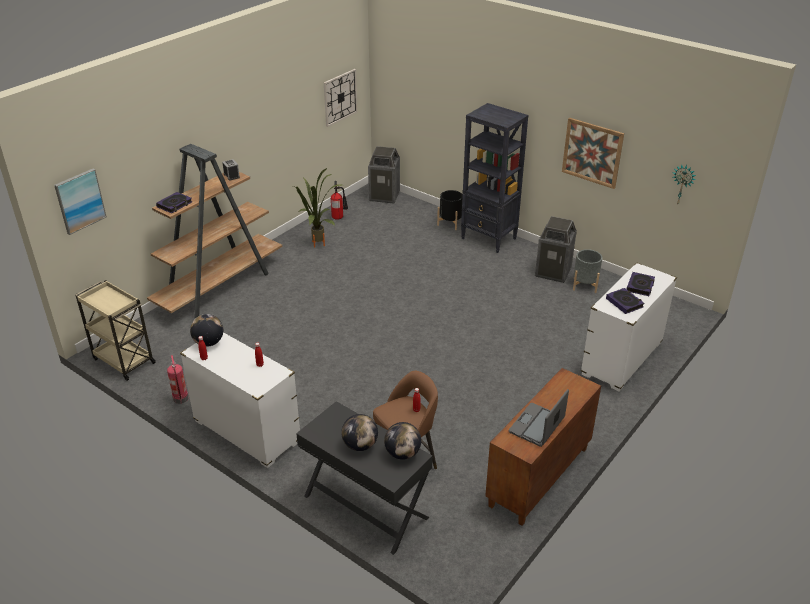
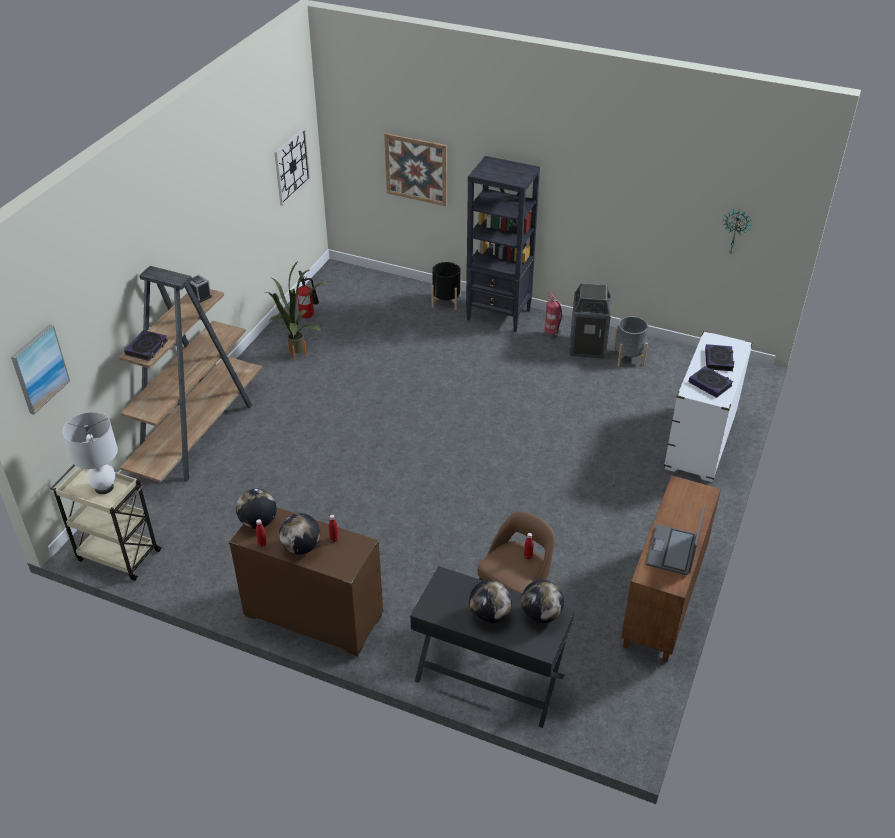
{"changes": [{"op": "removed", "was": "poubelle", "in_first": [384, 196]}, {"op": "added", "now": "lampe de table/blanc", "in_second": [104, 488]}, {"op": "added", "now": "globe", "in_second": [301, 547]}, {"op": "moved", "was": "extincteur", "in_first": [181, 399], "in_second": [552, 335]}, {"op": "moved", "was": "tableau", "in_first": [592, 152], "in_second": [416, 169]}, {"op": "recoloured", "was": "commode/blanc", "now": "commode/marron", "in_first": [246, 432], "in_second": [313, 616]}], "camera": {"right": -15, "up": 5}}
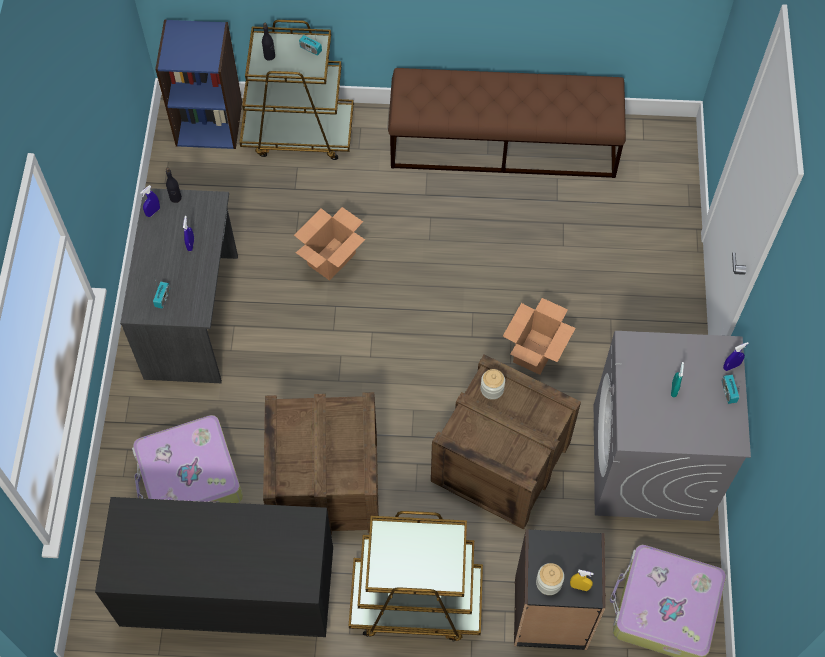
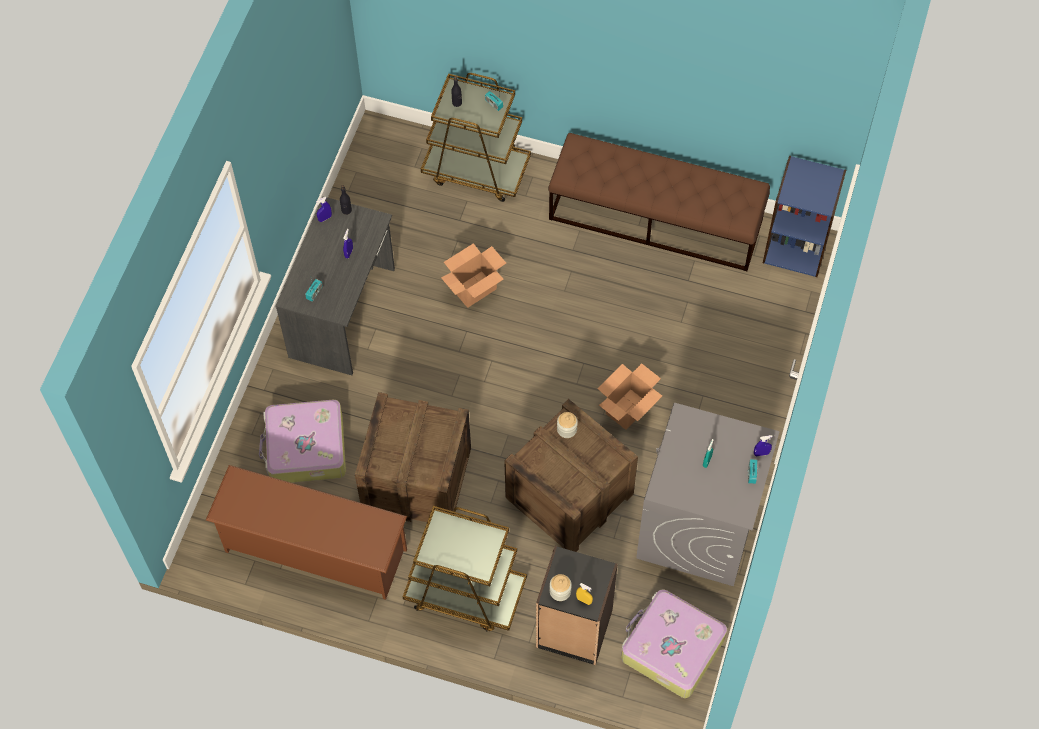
{"changes": [{"op": "moved", "was": "bibliothèque/bleu", "in_first": [209, 123], "in_second": [796, 247]}, {"op": "replaced", "was": "commode/noir", "now": "étagère à chaussures/marron", "in_first": [230, 594], "in_second": [314, 550]}], "camera": {"right": 15, "up": 0}}
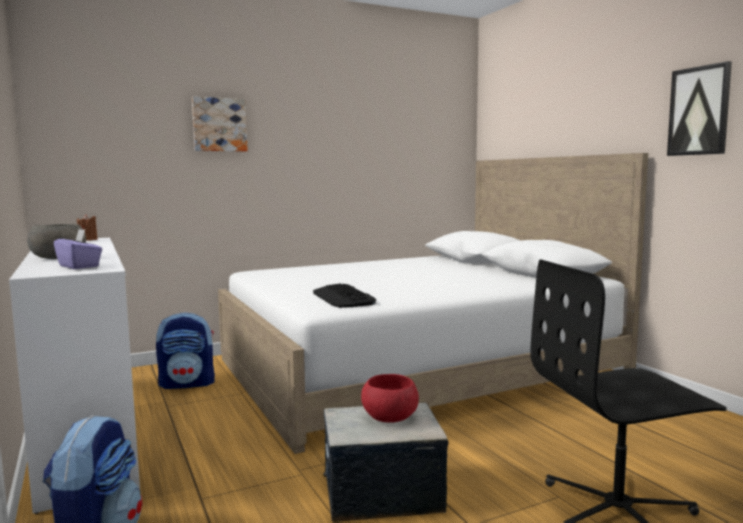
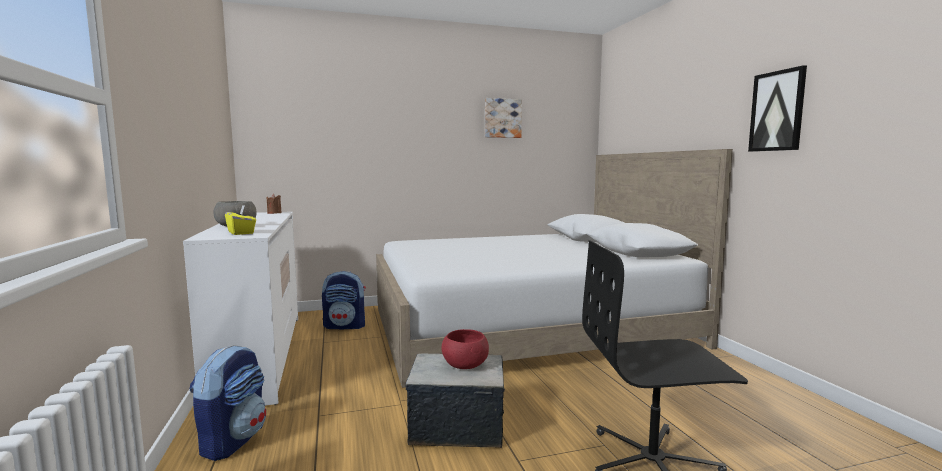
{"changes": [{"op": "removed", "was": "clavier", "in_first": [342, 297]}, {"op": "moved", "was": "tableau", "in_first": [219, 125], "in_second": [502, 118]}, {"op": "recoloured", "was": "boîte à mouchoirs/violet", "now": "boîte à mouchoirs/jaune", "in_first": [79, 266], "in_second": [241, 233]}], "camera": {"right": 10, "up": 0}}
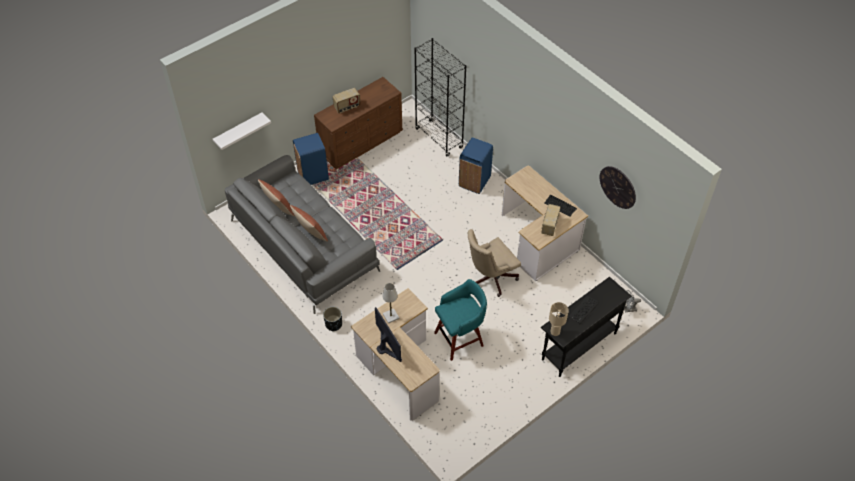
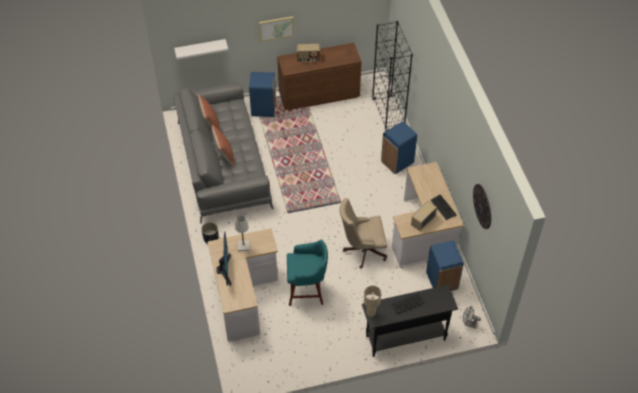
{"changes": [{"op": "added", "now": "tableau", "in_second": [276, 28]}, {"op": "added", "now": "poubelle/bleu", "in_second": [442, 281]}], "camera": {"right": 25, "up": 0}}
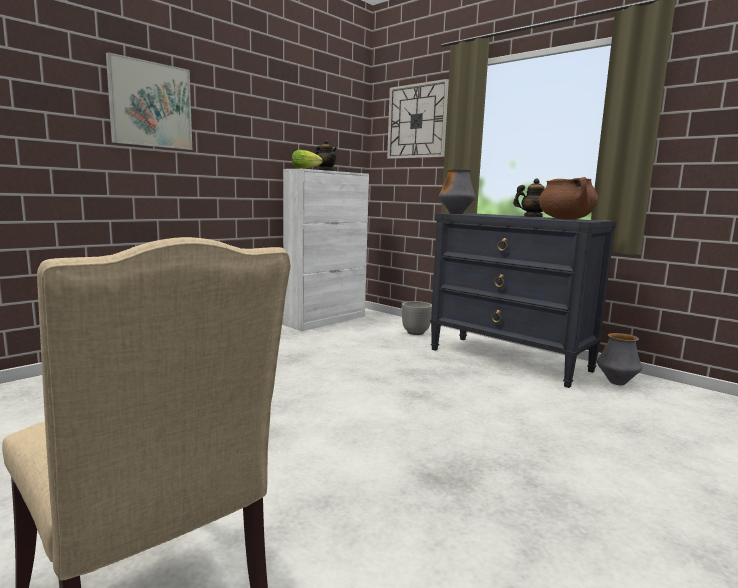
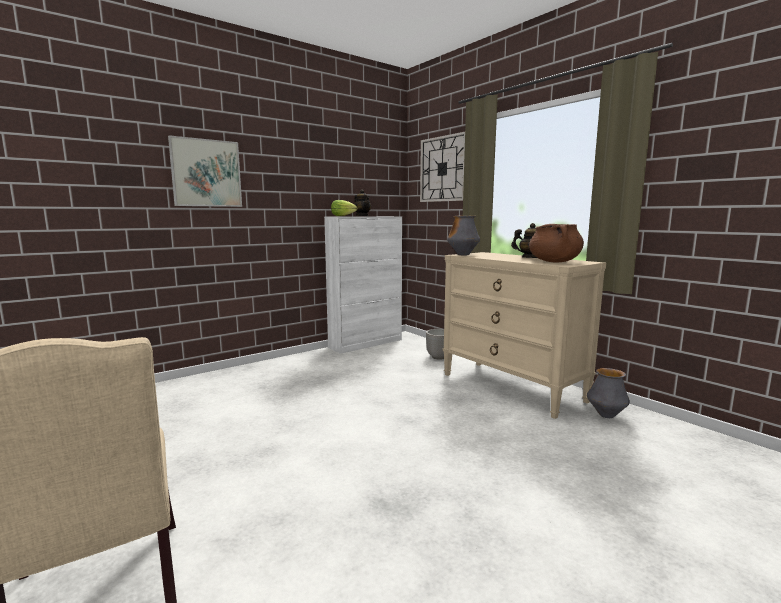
{"changes": [{"op": "recoloured", "was": "commode/noir", "now": "commode/beige", "in_first": [509, 360], "in_second": [512, 387]}], "camera": {"right": 10, "up": 0}}
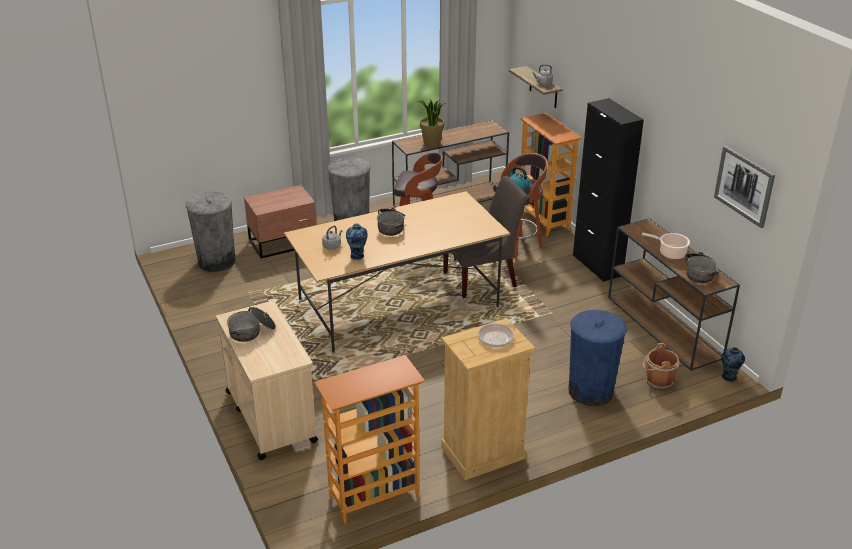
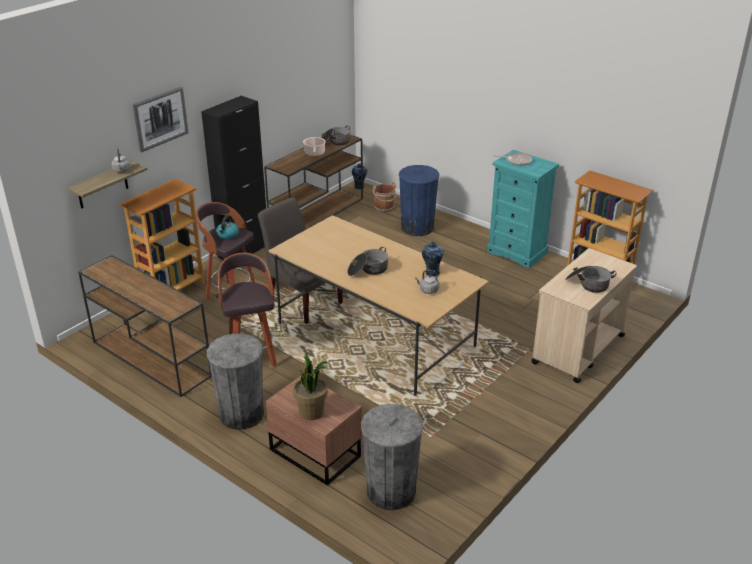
{"changes": [{"op": "moved", "was": "plante en pot", "in_first": [431, 143], "in_second": [312, 412]}, {"op": "moved", "was": "tableau", "in_first": [744, 186], "in_second": [160, 118]}, {"op": "recoloured", "was": "commode/beige", "now": "commode/turquoise", "in_first": [483, 453], "in_second": [517, 252]}], "camera": {"right": -115, "up": 0}}
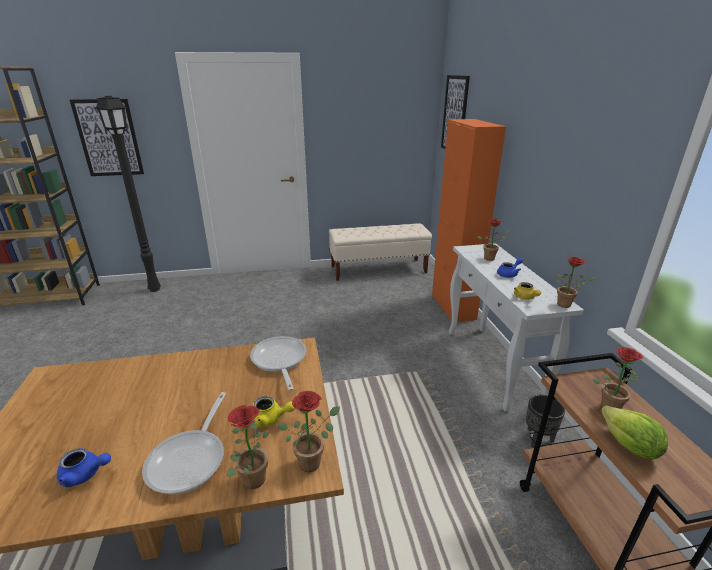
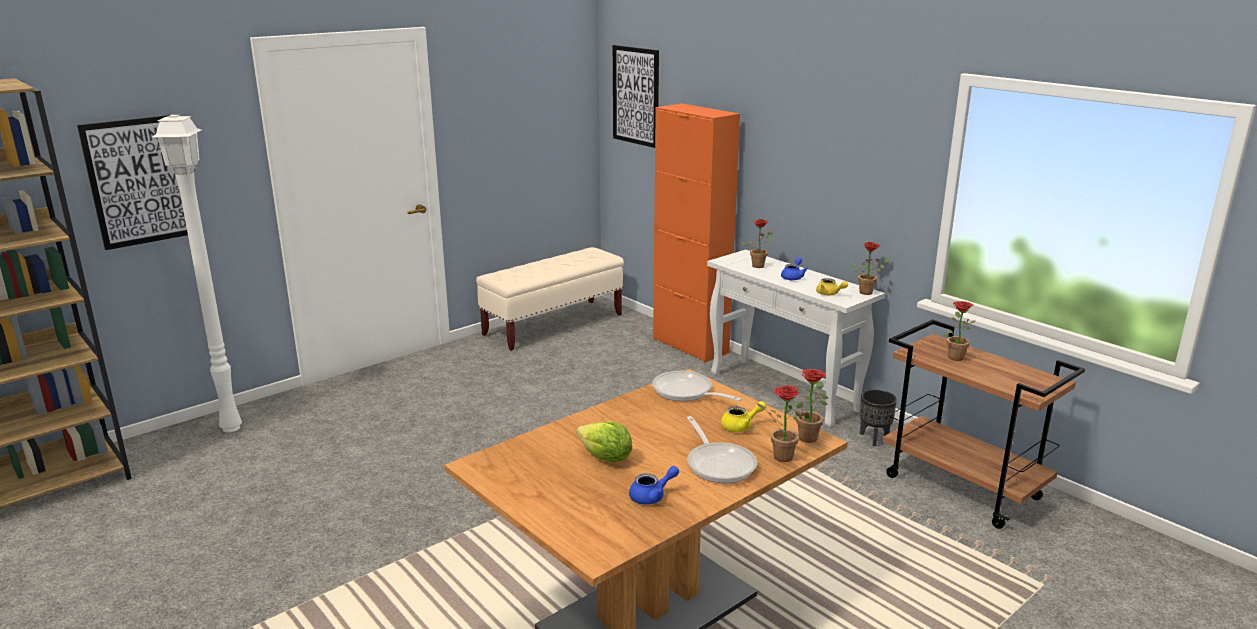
{"changes": [{"op": "moved", "was": "laitue", "in_first": [629, 446], "in_second": [605, 458]}, {"op": "recoloured", "was": "lampadaire/noir", "now": "lampadaire/blanc", "in_first": [153, 289], "in_second": [229, 429]}], "camera": {"right": -30, "up": -5}}
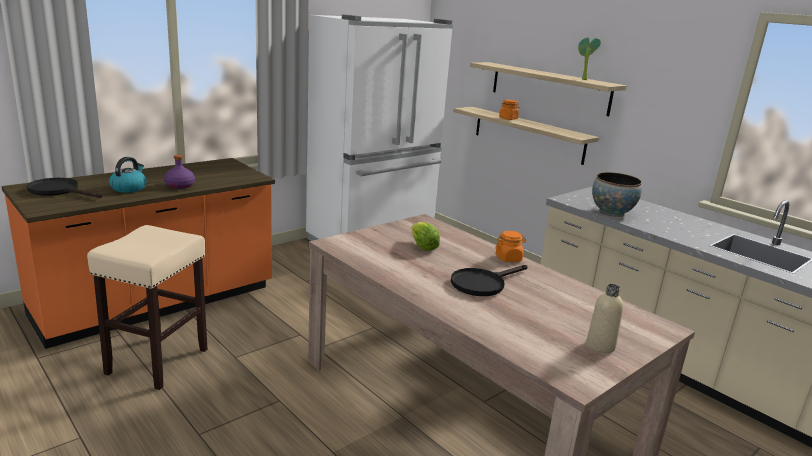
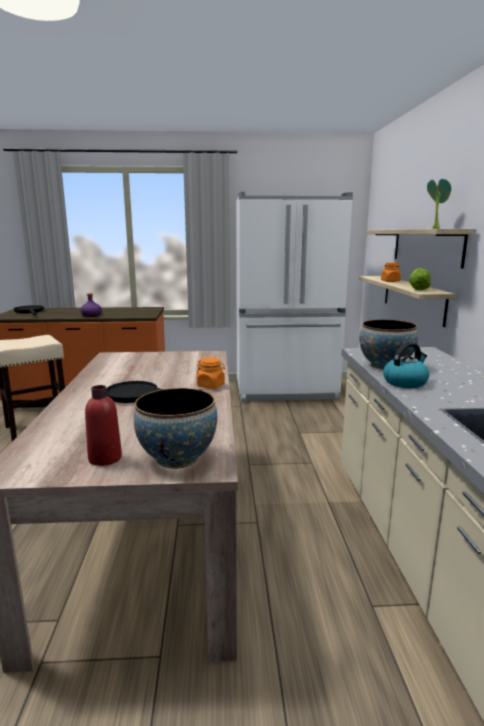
{"changes": [{"op": "added", "now": "bol", "in_second": [177, 458]}, {"op": "moved", "was": "bouilloire", "in_first": [129, 188], "in_second": [405, 382]}, {"op": "moved", "was": "laitue", "in_first": [423, 247], "in_second": [417, 289]}, {"op": "recoloured", "was": "bouteille/beige", "now": "bouteille/rouge", "in_first": [600, 346], "in_second": [105, 458]}], "camera": {"right": 40, "up": -5}}
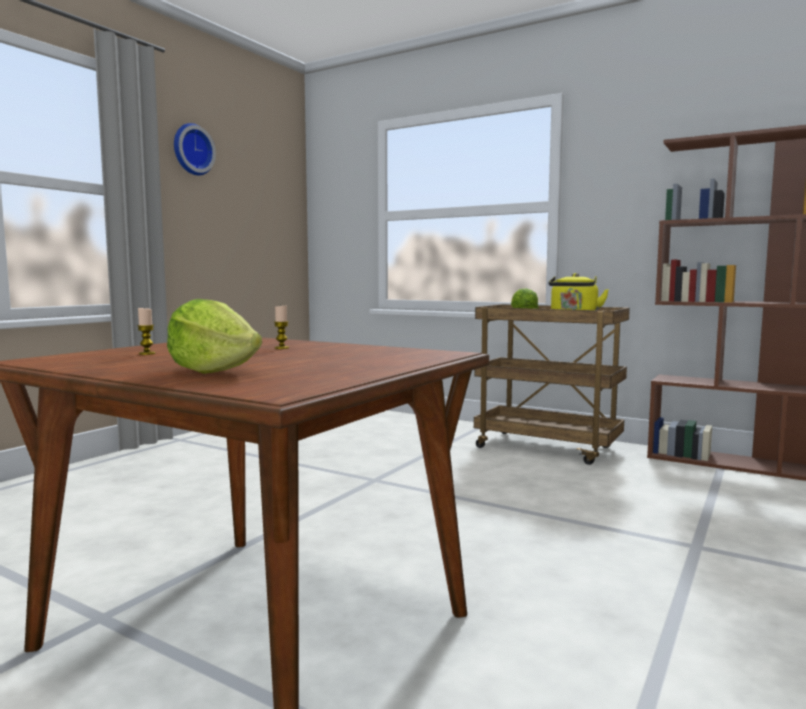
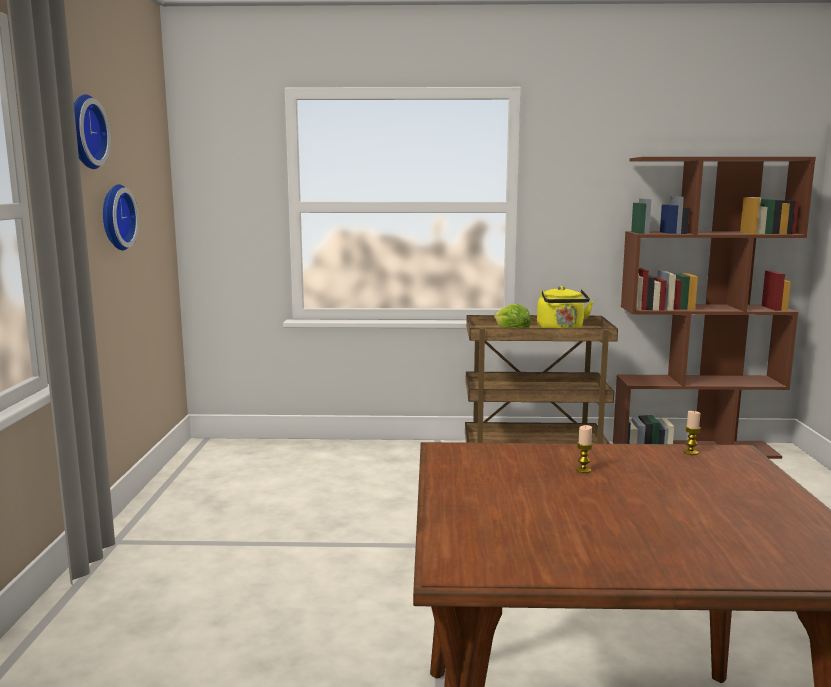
{"changes": [{"op": "removed", "was": "laitue", "in_first": [213, 371]}, {"op": "added", "now": "horloge murale", "in_second": [114, 217]}, {"op": "moved", "was": "bougie", "in_first": [147, 353], "in_second": [690, 452]}], "camera": {"right": -30, "up": 5}}
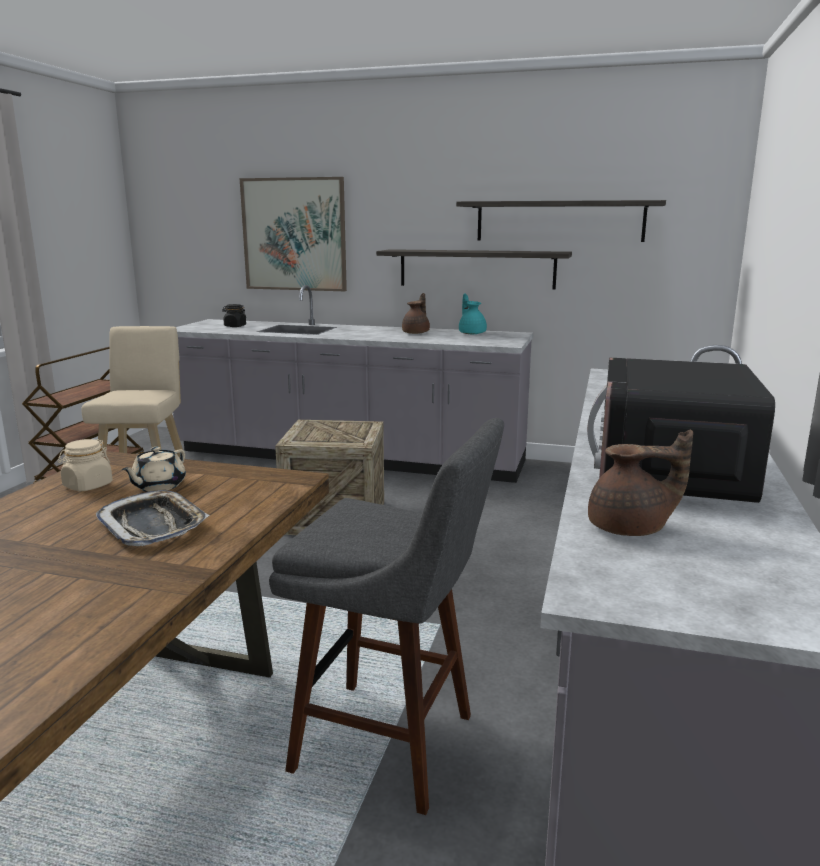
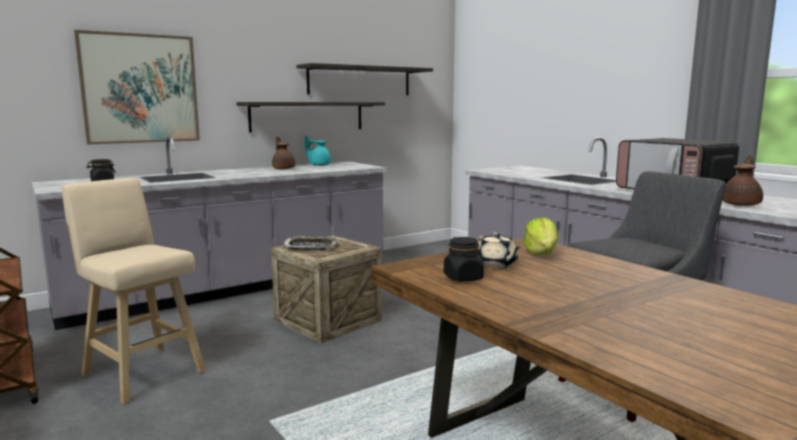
{"changes": [{"op": "added", "now": "laitue", "in_second": [541, 254]}, {"op": "moved", "was": "plateau", "in_first": [153, 525], "in_second": [311, 247]}, {"op": "recoloured", "was": "bocal/beige", "now": "bocal/noir", "in_first": [87, 486], "in_second": [463, 278]}], "camera": {"right": -50, "up": -5}}
